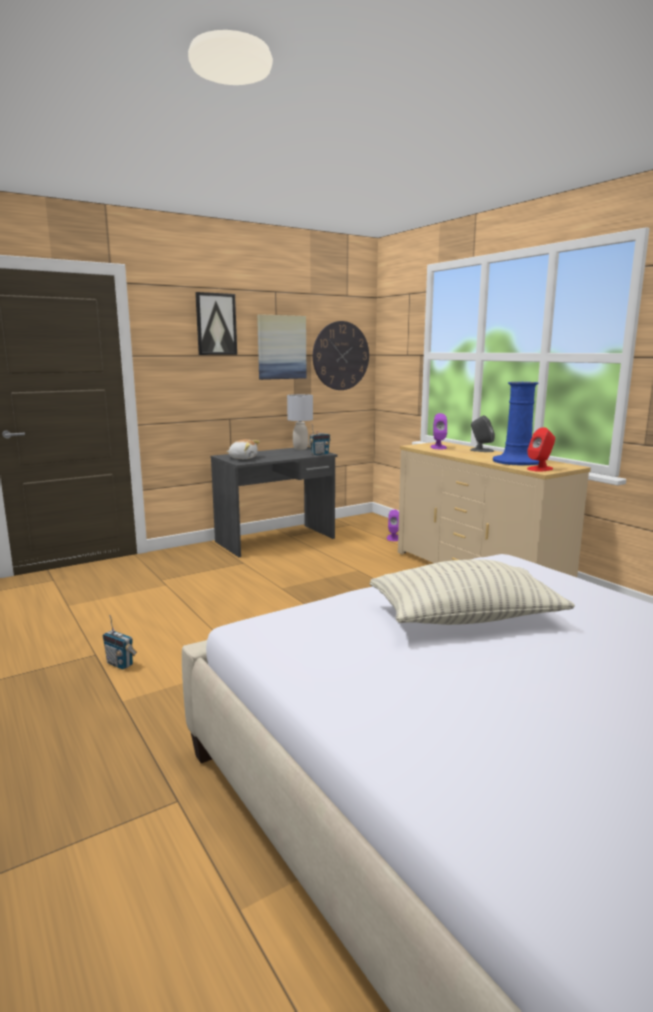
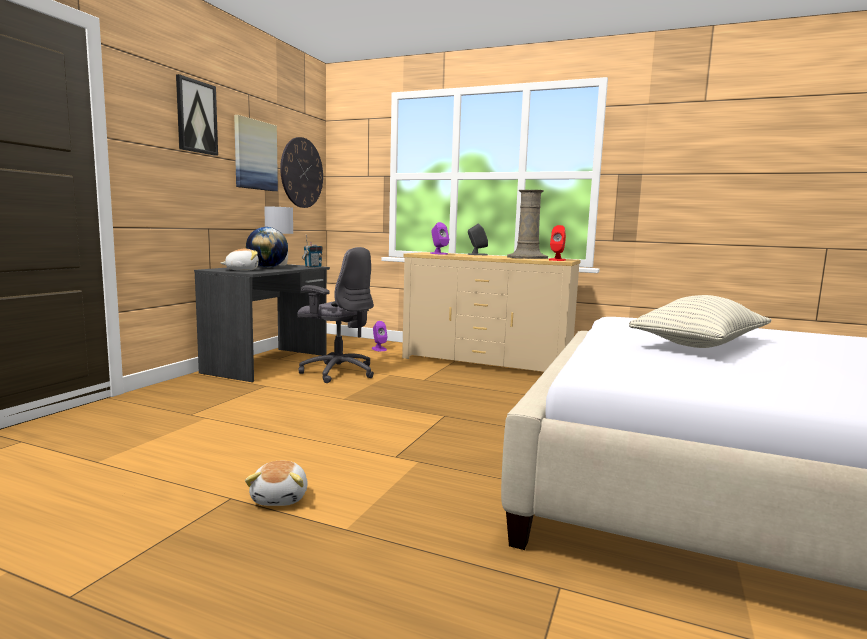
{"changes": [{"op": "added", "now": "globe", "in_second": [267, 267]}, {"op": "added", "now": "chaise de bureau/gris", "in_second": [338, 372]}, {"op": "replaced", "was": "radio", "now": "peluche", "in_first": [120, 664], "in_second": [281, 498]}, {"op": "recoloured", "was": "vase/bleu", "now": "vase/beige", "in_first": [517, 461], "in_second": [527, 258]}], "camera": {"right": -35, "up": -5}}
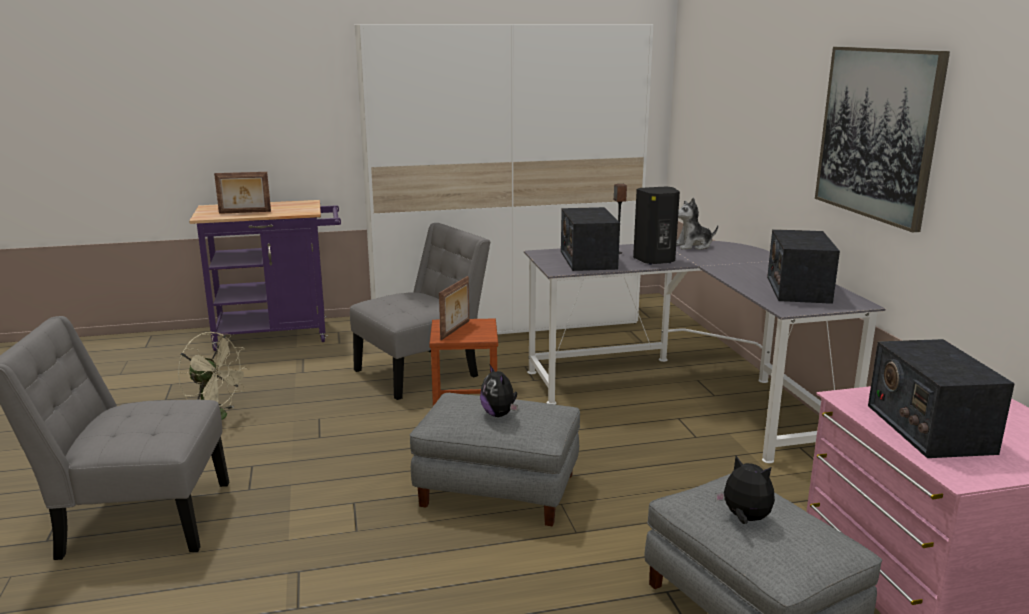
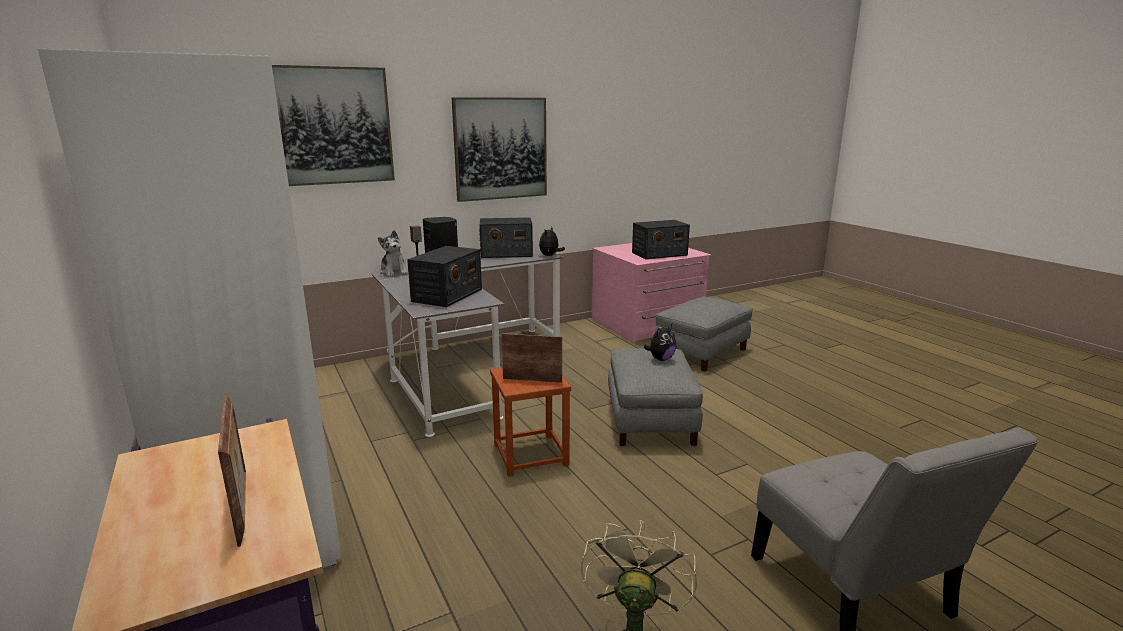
{"changes": [{"op": "removed", "was": "chaise/gris", "in_first": [422, 372]}, {"op": "added", "now": "tableau", "in_second": [332, 126]}, {"op": "moved", "was": "peluche", "in_first": [745, 519], "in_second": [550, 256]}, {"op": "turned", "was": "radio", "in_first": [588, 260], "in_second": [447, 295], "clockwise": -45}], "camera": {"right": -105, "up": 0}}
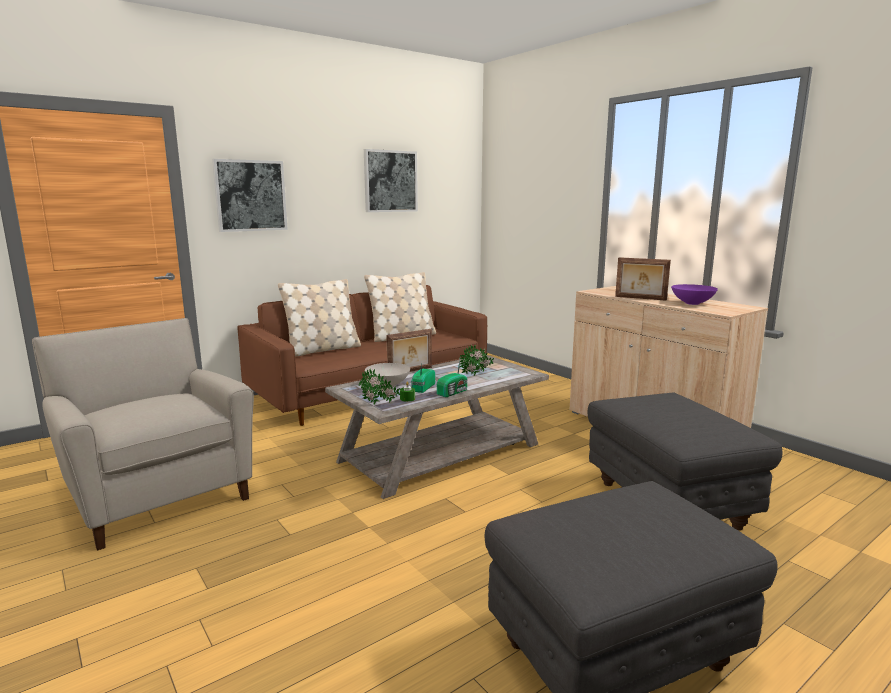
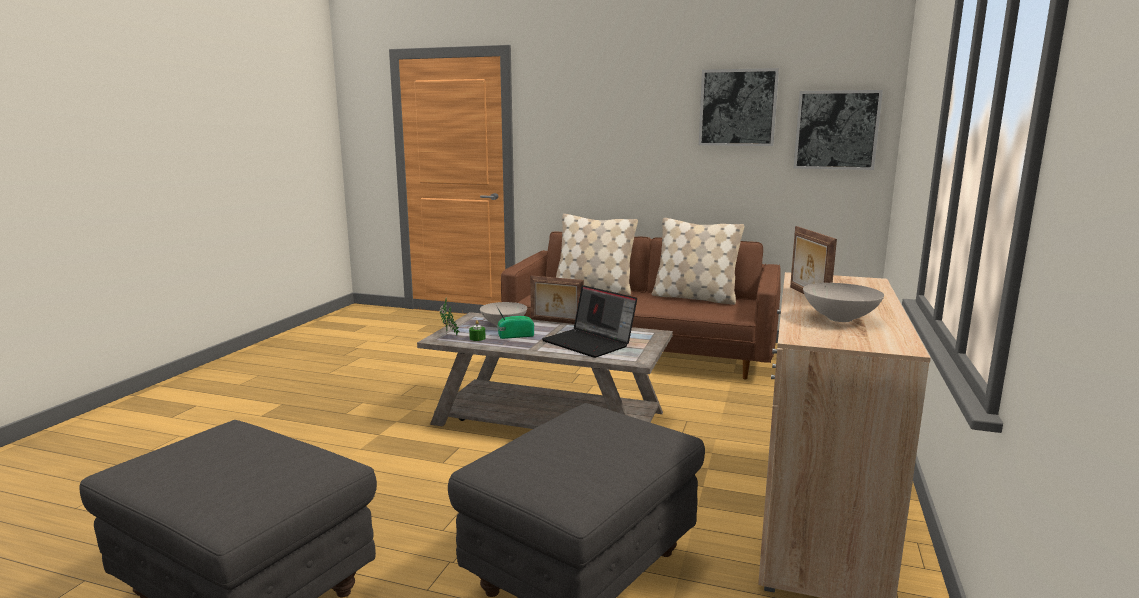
{"changes": [{"op": "removed", "was": "fauteuil/beige", "in_first": [155, 491]}, {"op": "removed", "was": "radio", "in_first": [453, 392]}, {"op": "moved", "was": "tableau", "in_first": [250, 195], "in_second": [836, 130]}, {"op": "replaced", "was": "plante en pot", "now": "ordinateur portable", "in_first": [477, 375], "in_second": [590, 343]}, {"op": "recoloured", "was": "bol/violet", "now": "bol/blanc", "in_first": [692, 303], "in_second": [840, 318]}], "camera": {"right": 55, "up": 0}}
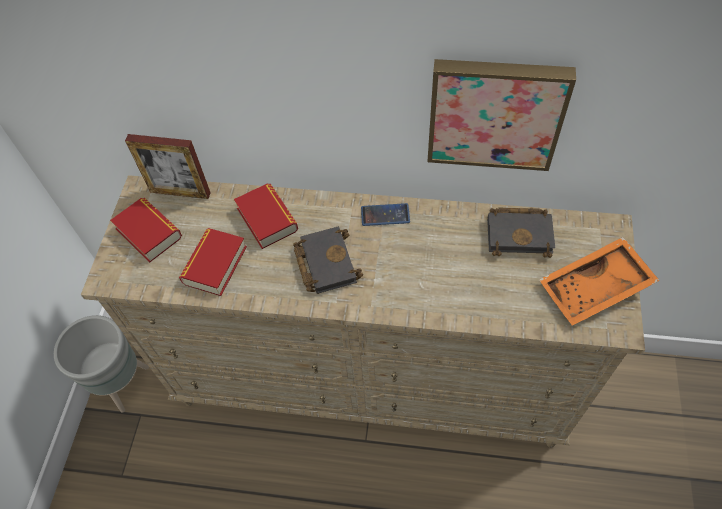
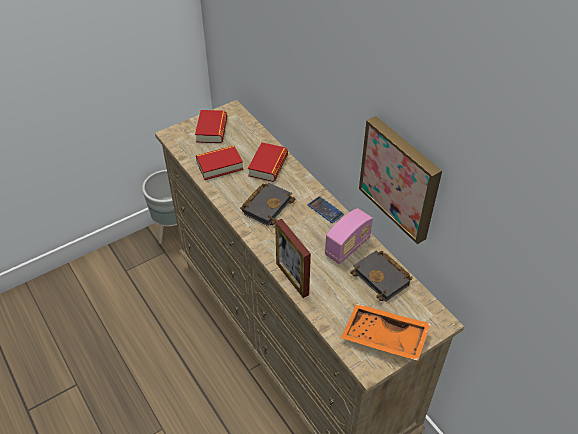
{"changes": [{"op": "added", "now": "radio", "in_second": [347, 247]}, {"op": "moved", "was": "cadre photo", "in_first": [180, 192], "in_second": [292, 279]}], "camera": {"right": 45, "up": -10}}
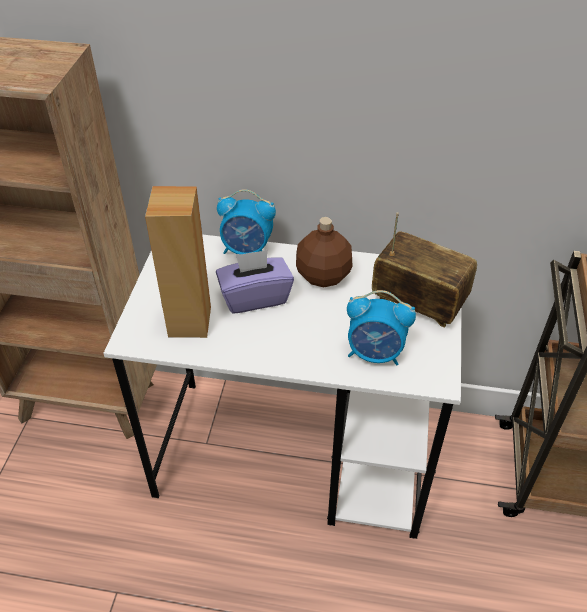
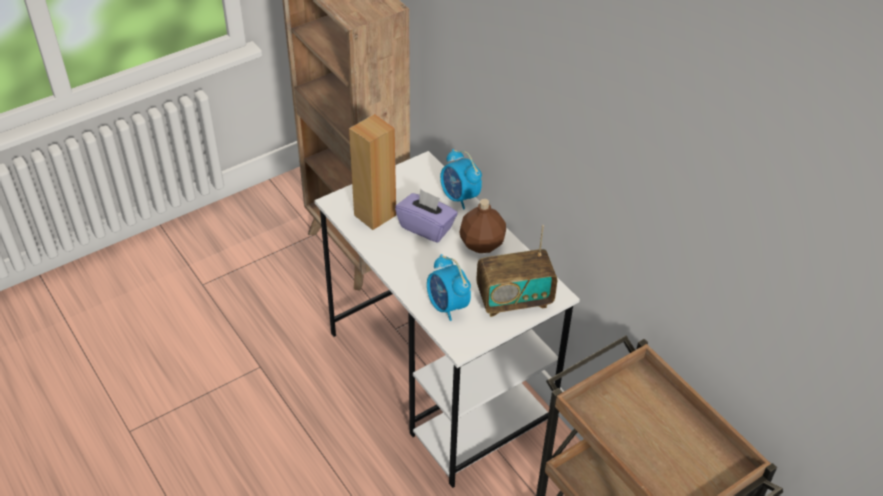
{"changes": [{"op": "turned", "was": "radio", "in_first": [418, 303], "in_second": [514, 300], "clockwise": 90}], "camera": {"right": 45, "up": 0}}
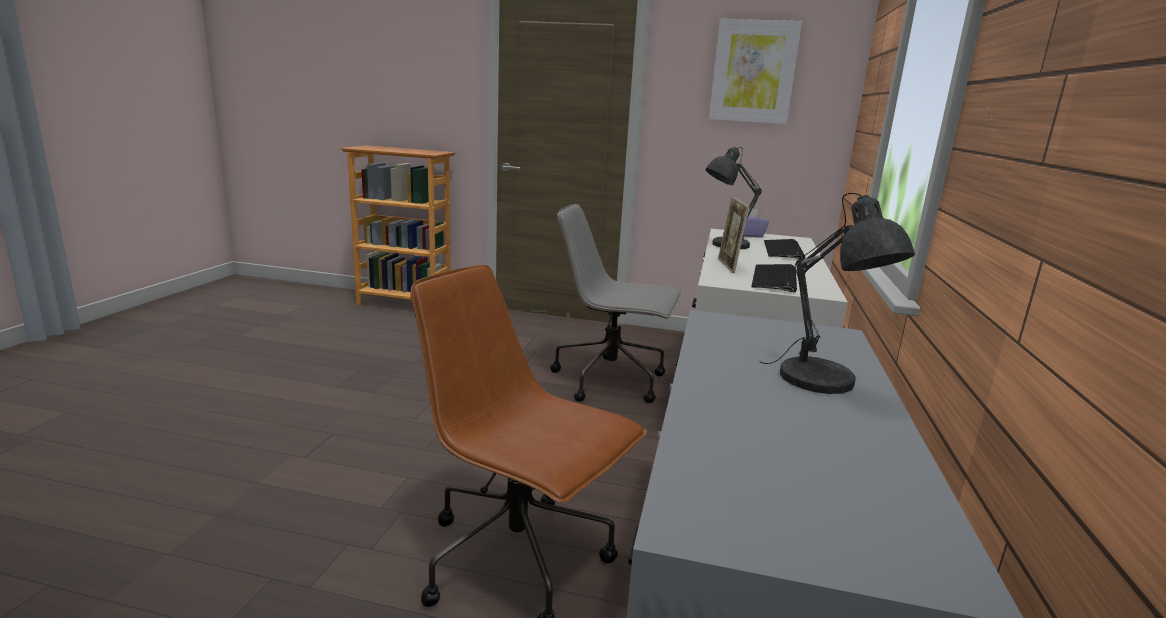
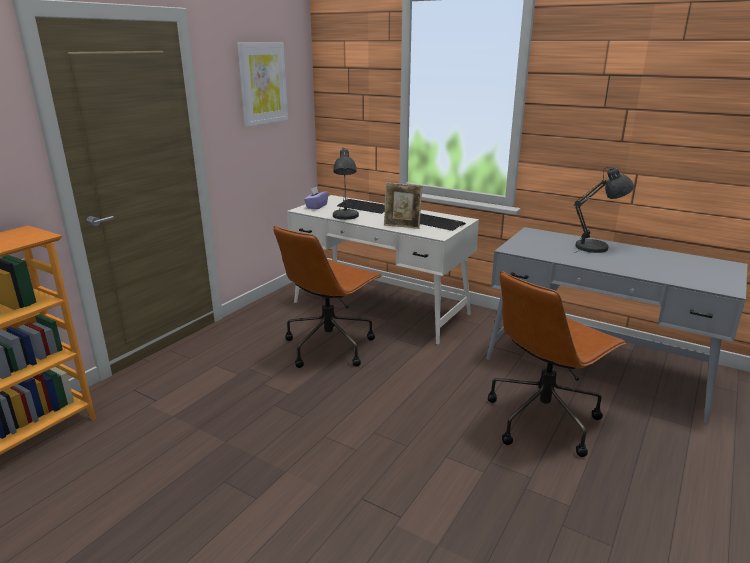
{"changes": [{"op": "recoloured", "was": "chaise de bureau/gris", "now": "chaise de bureau/marron", "in_first": [611, 381], "in_second": [330, 346]}], "camera": {"right": -70, "up": 5}}
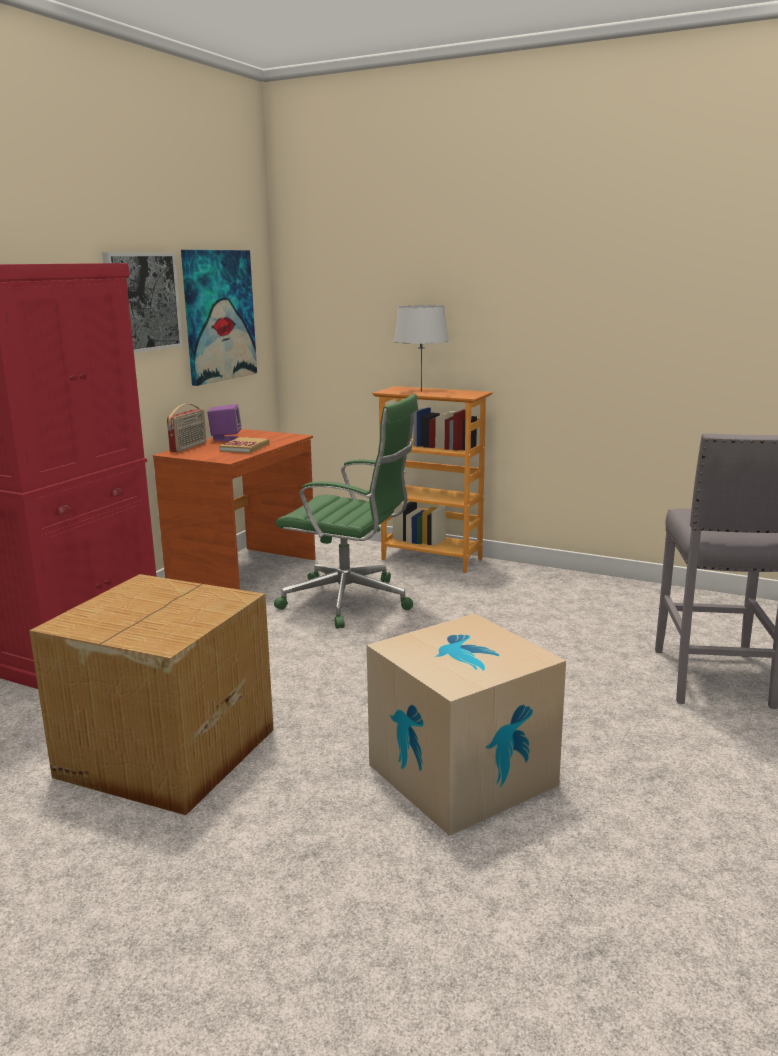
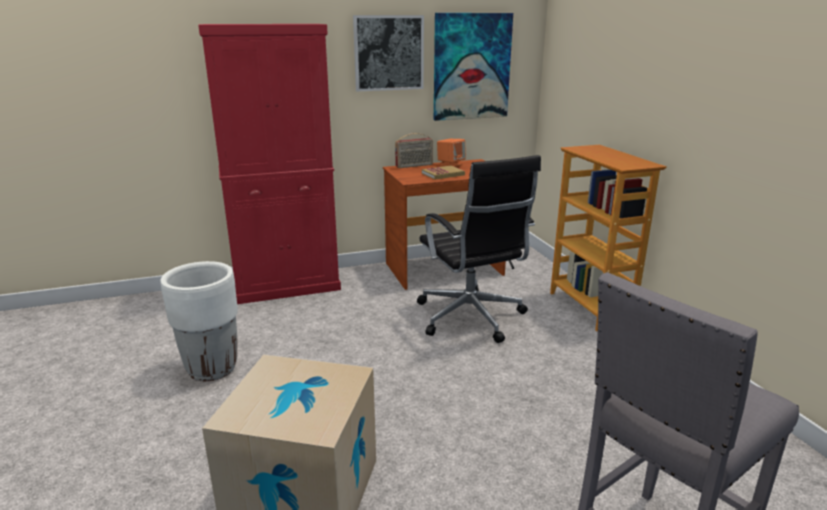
{"changes": [{"op": "removed", "was": "lampe de table/gris", "in_first": [421, 391]}, {"op": "replaced", "was": "carton", "now": "cache-pot/blanc", "in_first": [164, 753], "in_second": [212, 369]}, {"op": "recoloured", "was": "enceinte/violet", "now": "enceinte/orange", "in_first": [225, 439], "in_second": [450, 164]}, {"op": "recoloured", "was": "chaise de bureau/vert", "now": "chaise de bureau/noir", "in_first": [350, 601], "in_second": [471, 318]}], "camera": {"right": 45, "up": 5}}
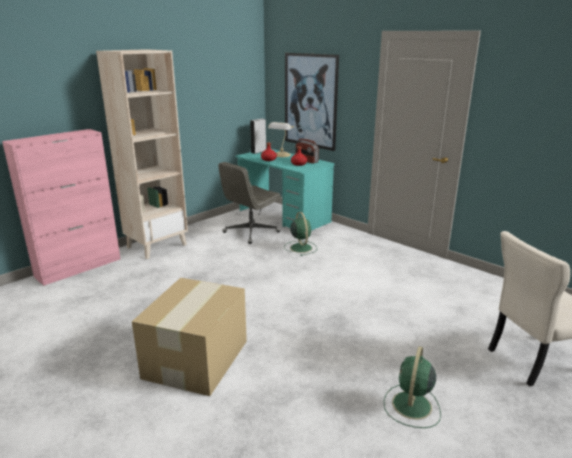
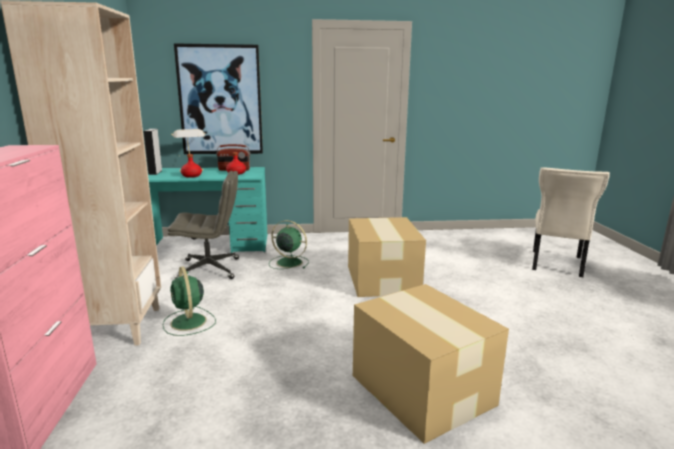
{"changes": [{"op": "added", "now": "carton", "in_second": [383, 279]}, {"op": "moved", "was": "ventilateur/vert", "in_first": [411, 406], "in_second": [189, 322]}, {"op": "turned", "was": "chaise de bureau/gris", "in_first": [251, 232], "in_second": [210, 269], "clockwise": -90}], "camera": {"right": -50, "up": -5}}
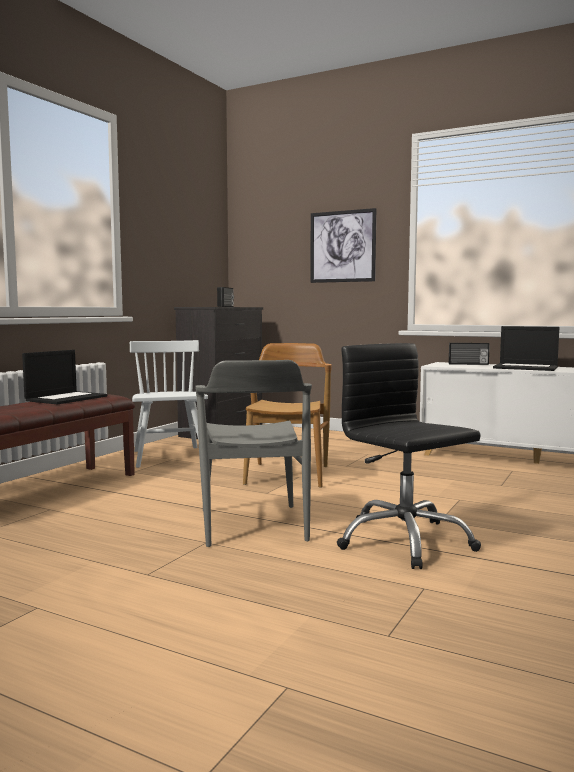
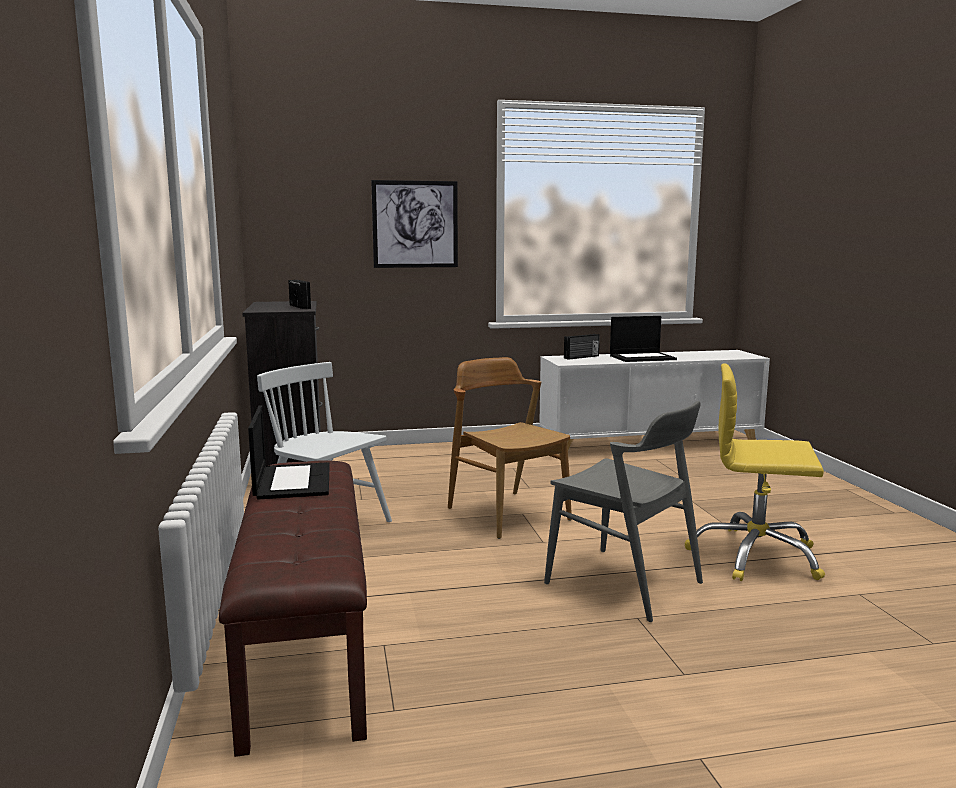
{"changes": [{"op": "recoloured", "was": "chaise de bureau/noir", "now": "chaise de bureau/jaune", "in_first": [404, 541], "in_second": [755, 556]}], "camera": {"right": -40, "up": 5}}
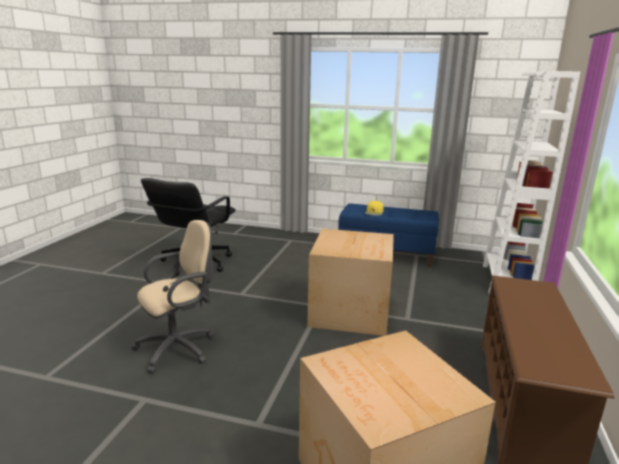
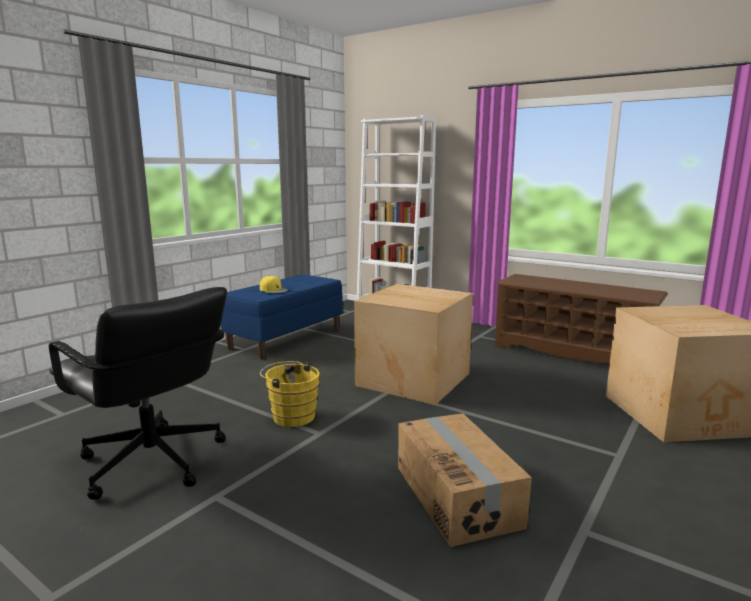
{"changes": [{"op": "added", "now": "seau/jaune", "in_second": [291, 416]}, {"op": "replaced", "was": "chaise de bureau/beige", "now": "carton", "in_first": [180, 348], "in_second": [457, 495]}], "camera": {"right": -70, "up": -5}}
